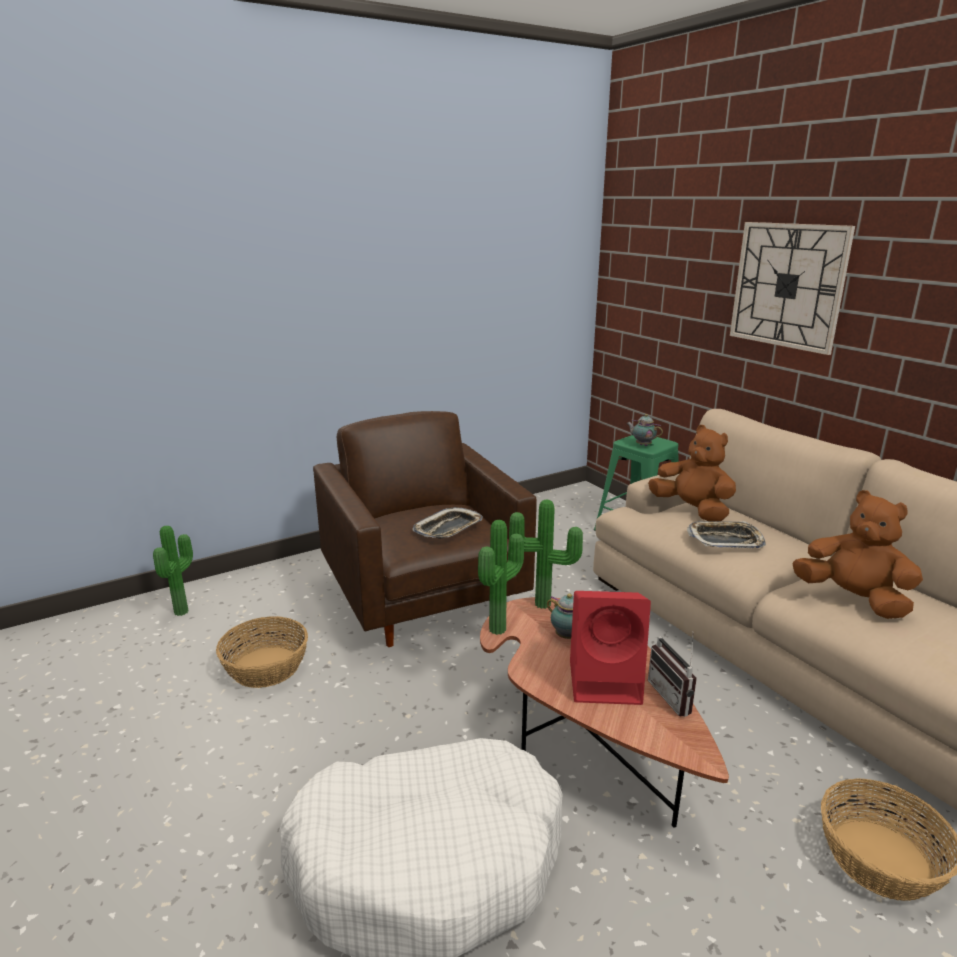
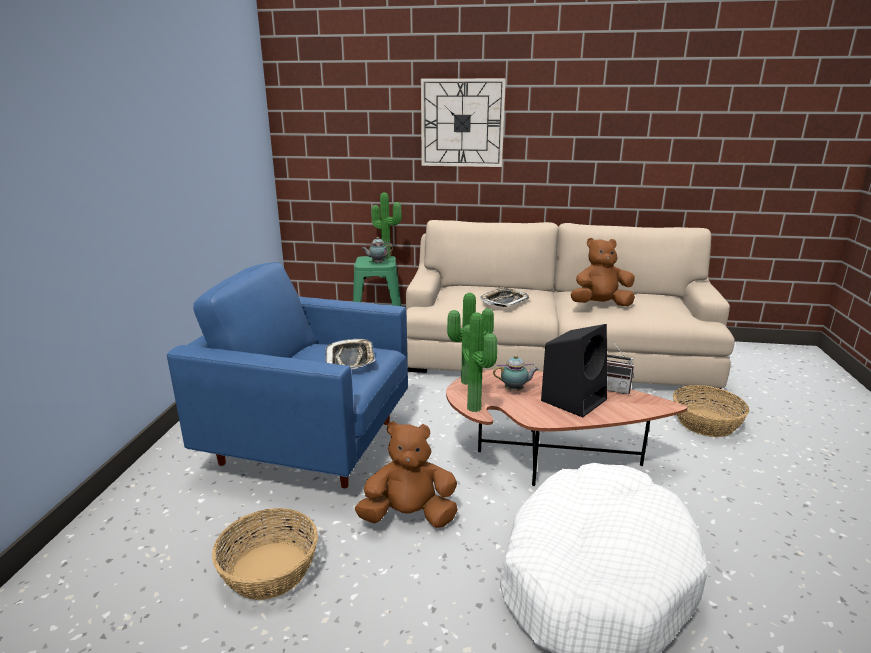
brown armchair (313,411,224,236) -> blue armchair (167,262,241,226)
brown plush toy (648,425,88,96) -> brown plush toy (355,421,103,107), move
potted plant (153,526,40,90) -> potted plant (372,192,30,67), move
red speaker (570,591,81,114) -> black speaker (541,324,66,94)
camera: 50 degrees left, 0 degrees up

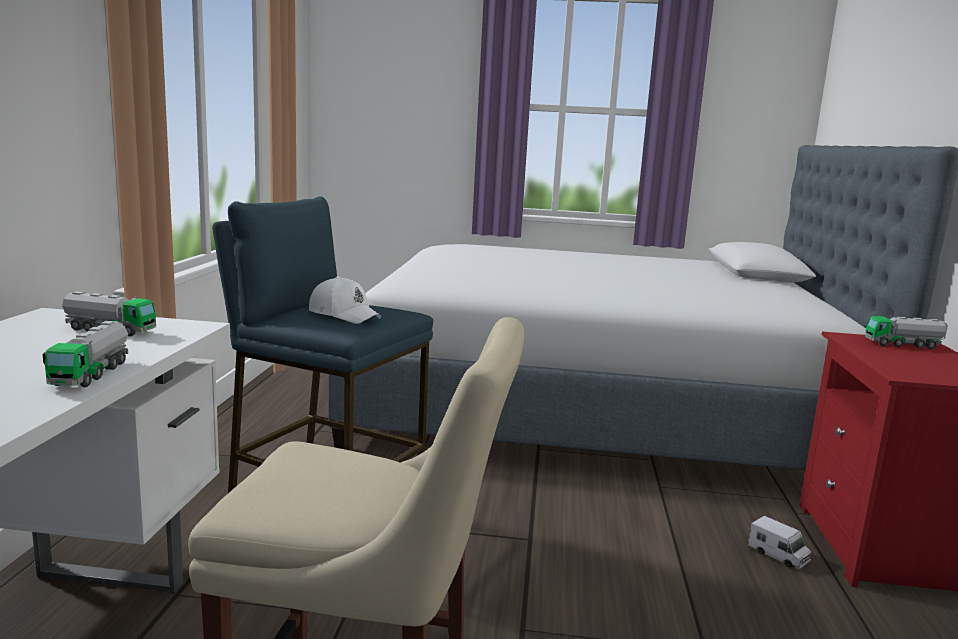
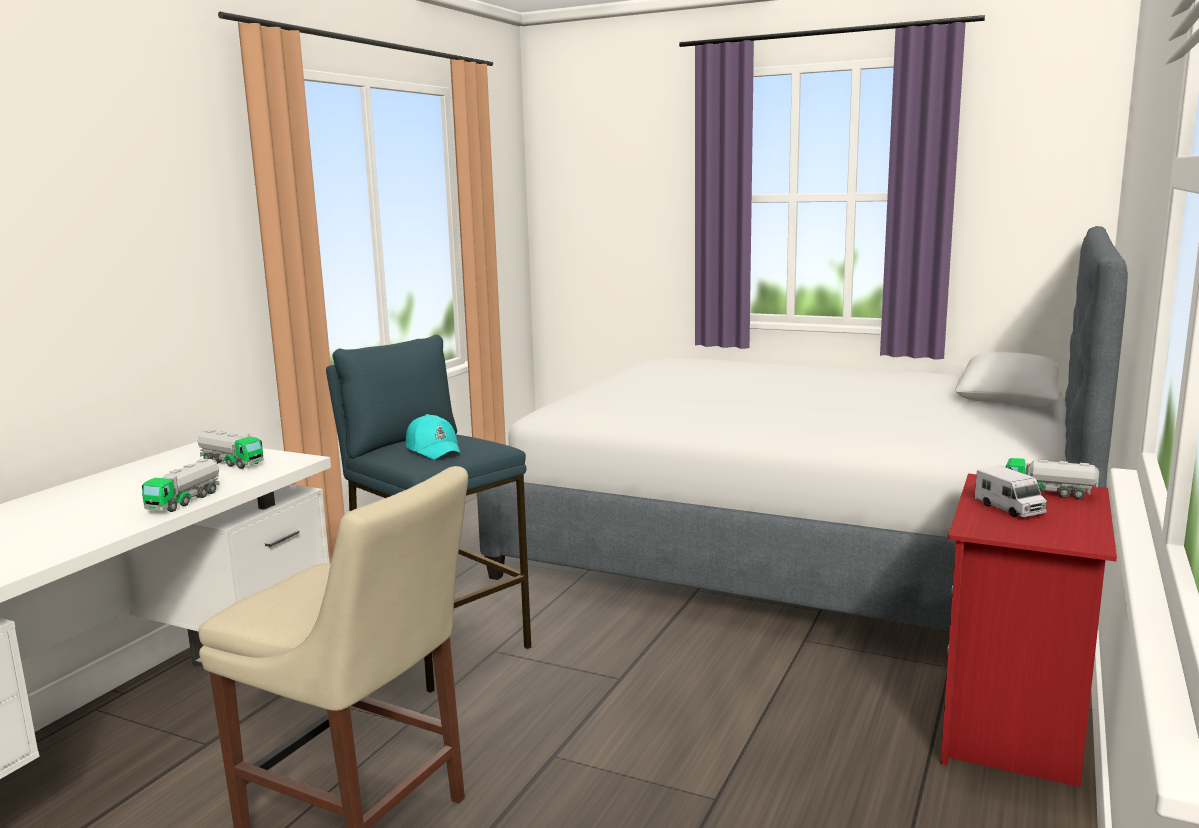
white cap (309,277,72,47) -> turquoise cap (405,414,56,45)
toy truck (748,516,63,53) -> toy truck (974,466,73,51), move
camera: 20 degrees right, 0 degrees up

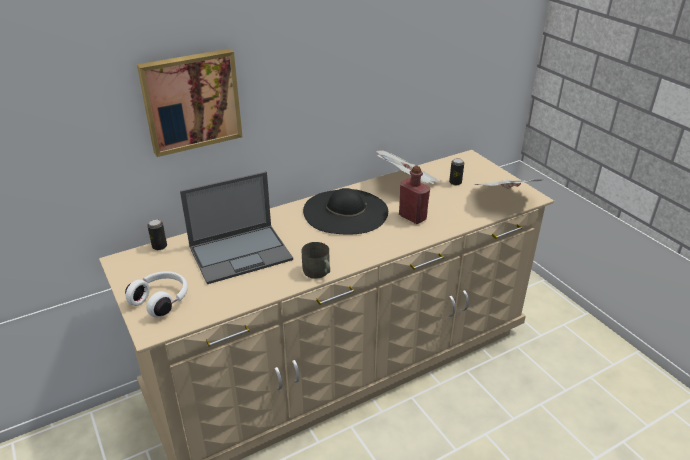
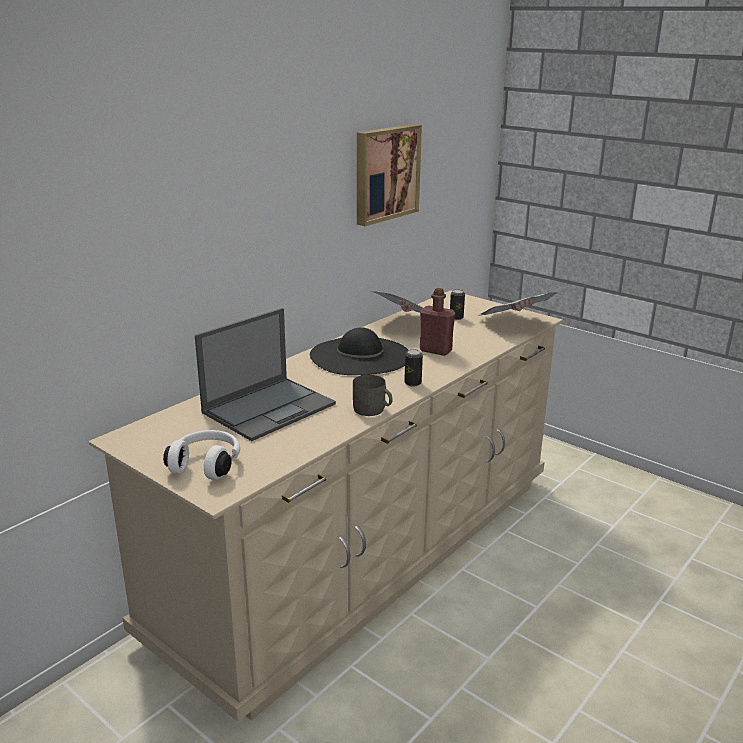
picture (137,49,105,108) -> picture (357,124,65,102), move
can (147,219,20,31) -> can (404,349,19,37), move
camera: 20 degrees left, 10 degrees down

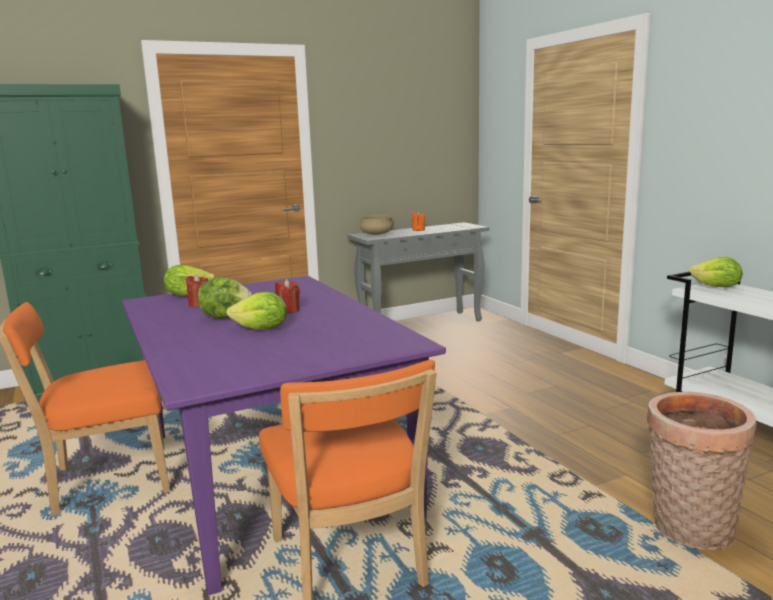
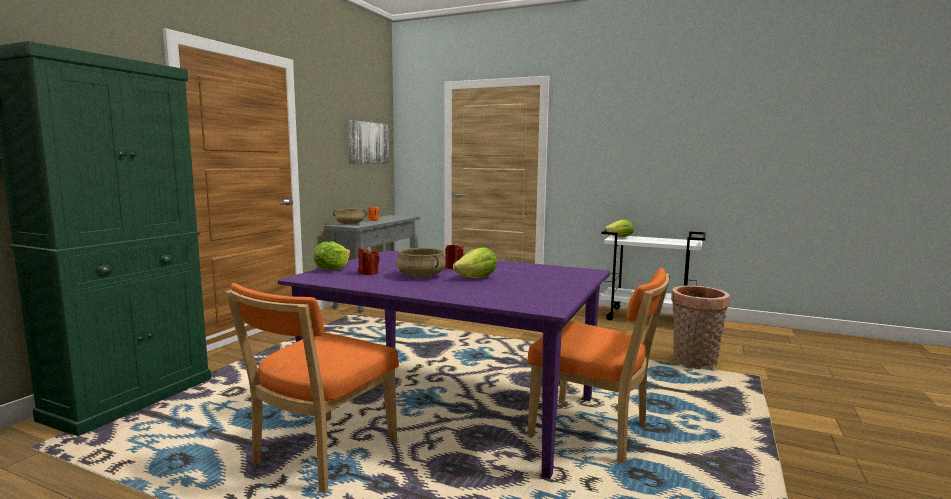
lettuce (197,277,55,42) -> beige cooking pot (397,248,49,29)
none -> picture (348,120,41,43)
camera: 40 degrees left, 5 degrees down

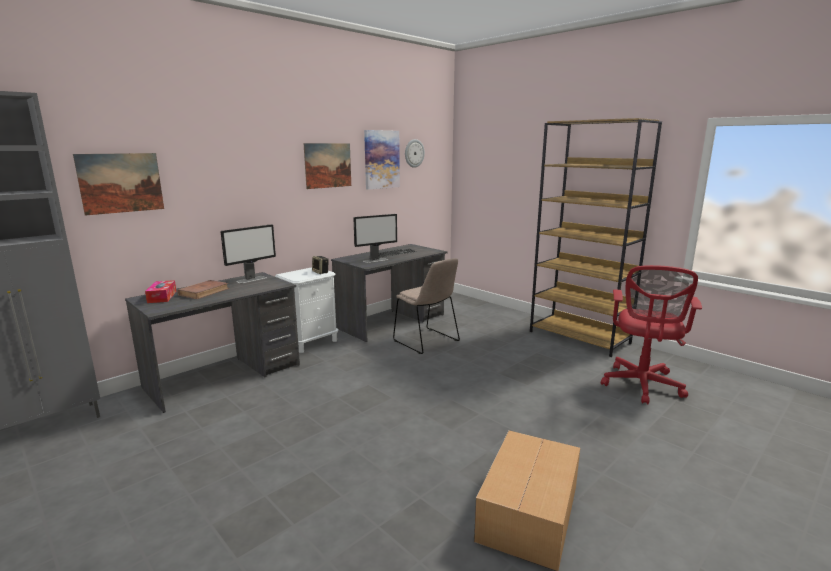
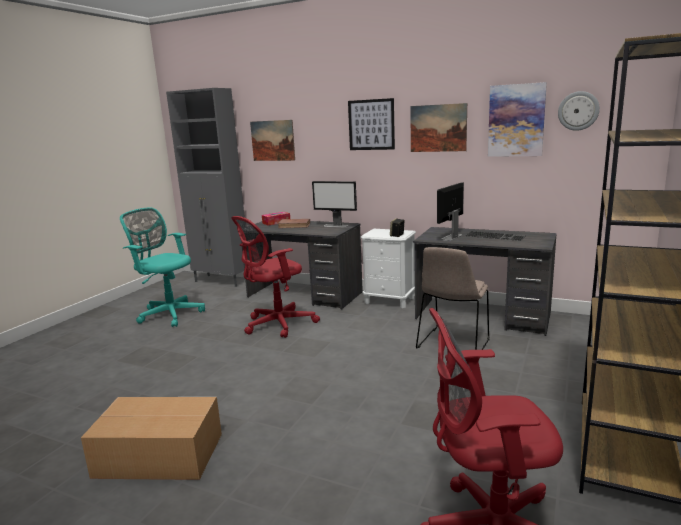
monitor (353,214,44,49) -> monitor (437,182,27,59), 90 degrees clockwise
none -> picture (348,98,47,52)
none -> turquoise office chair (120,207,85,120)
none -> red office chair (231,216,89,122)
camera: 70 degrees right, 0 degrees up

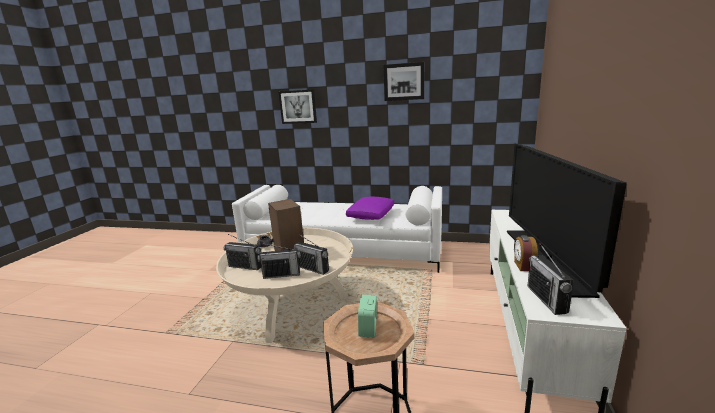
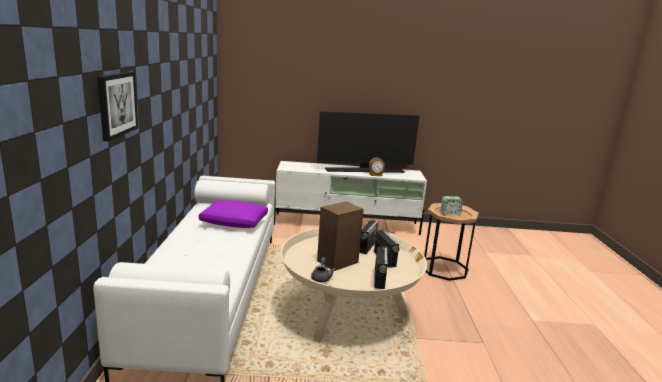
picture (383,62,41,39) -> none
radio (527,244,47,71) -> none
camera: 105 degrees left, 0 degrees up

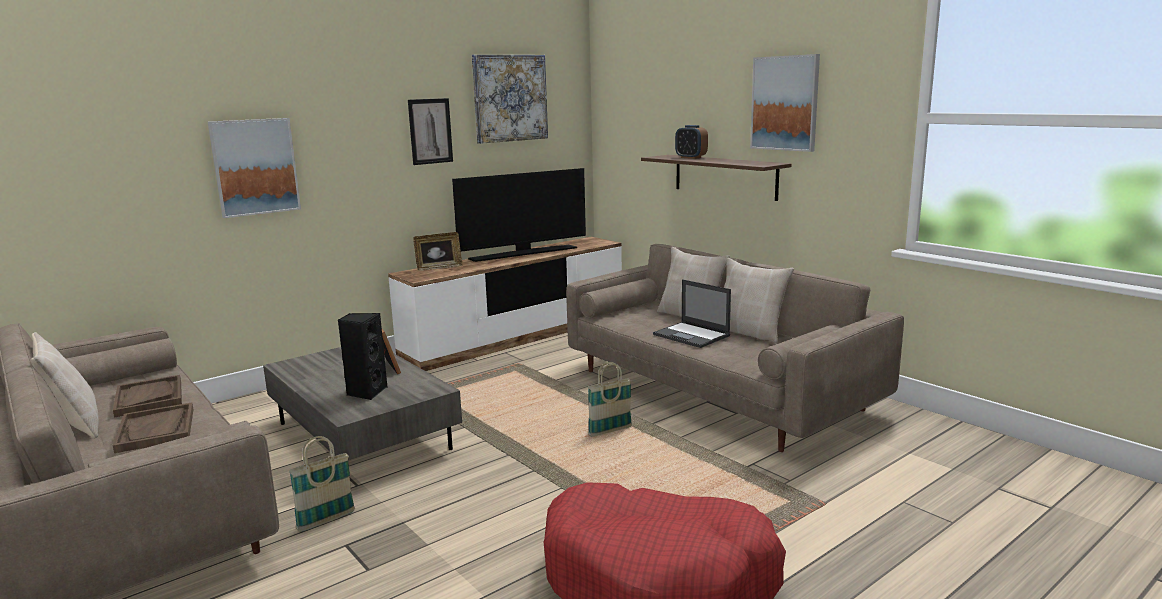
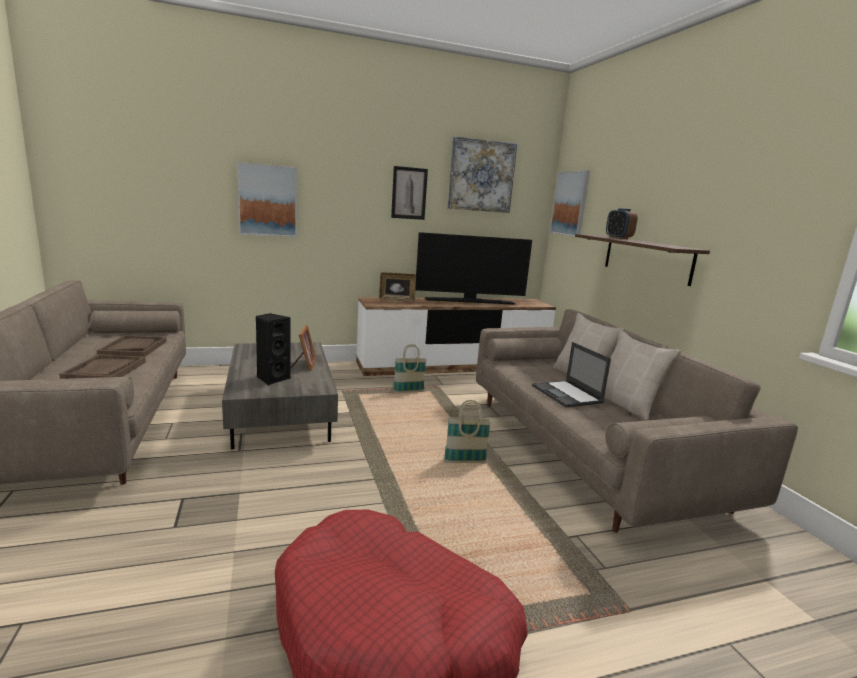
picture (750,54,70,98) -> picture (550,171,40,66), move
beige pillow (31,332,68,107) -> none
basket (289,436,66,95) -> basket (393,344,34,49), move
camera: 20 degrees right, 0 degrees up

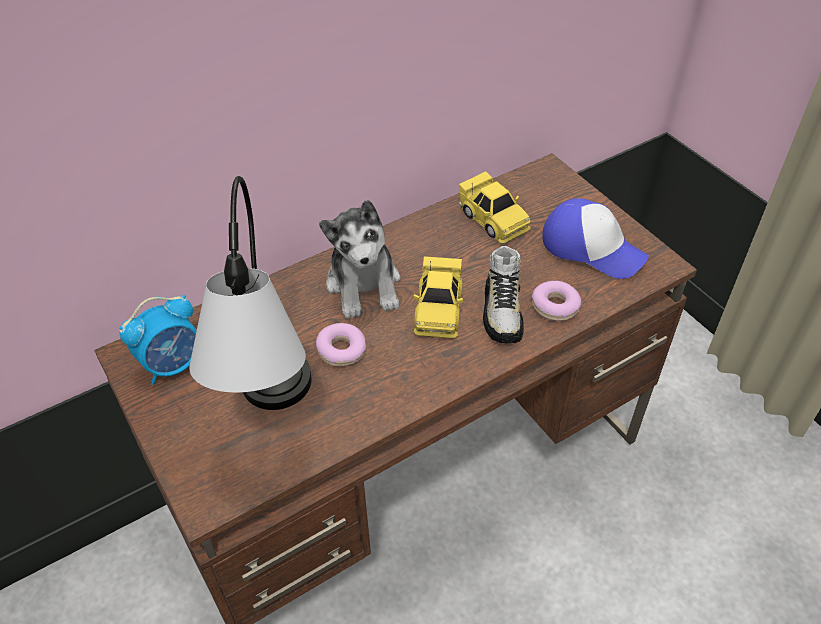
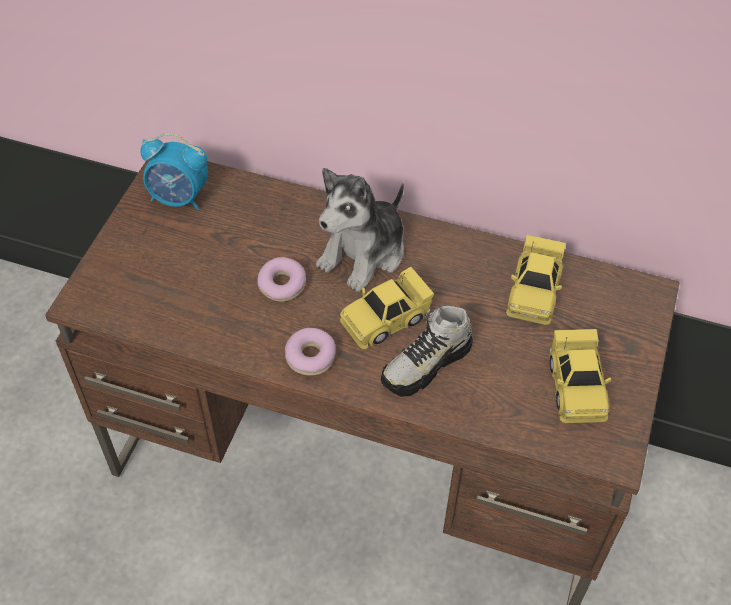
table lamp (189,176,123,234) -> none
cap (542,198,107,81) -> yellow toy car (549,329,63,94)
donut (532,281,49,40) -> donut (285,328,51,48), move
camera: 50 degrees right, 5 degrees up

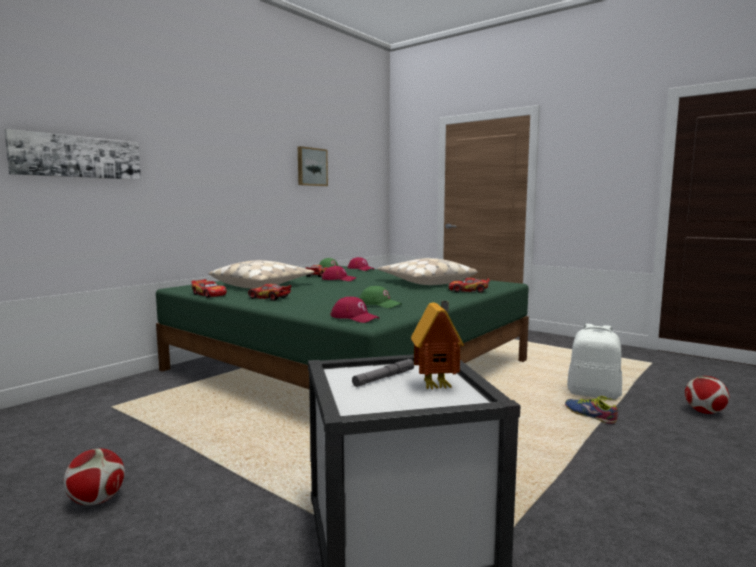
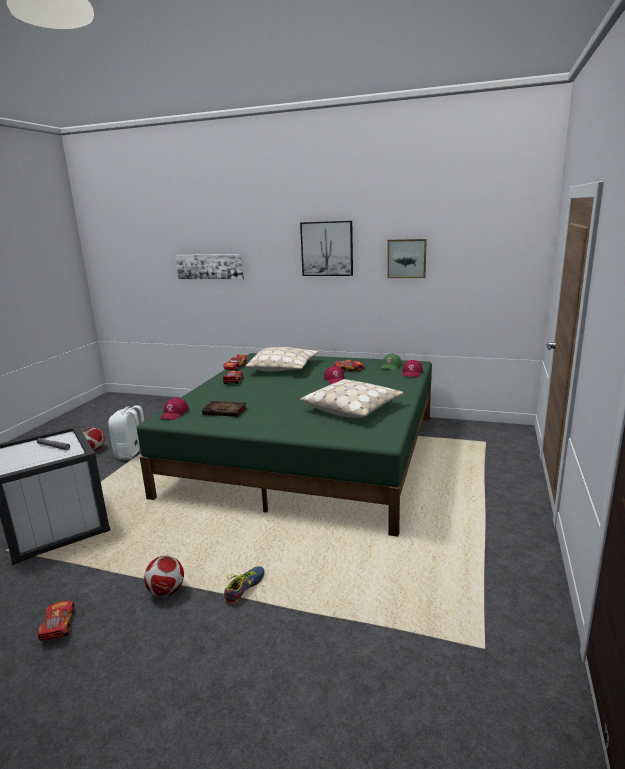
toy car (449,278,41,15) -> toy car (38,601,37,40), move
green cap (359,286,43,22) -> book (202,401,44,16)
toy house (411,301,53,88) -> none
white backpack (567,324,55,76) -> white backpack (108,405,36,55), move
football (685,376,44,38) -> football (144,556,40,41), move
none -> picture (300,221,53,55)
camera: 70 degrees right, 10 degrees up

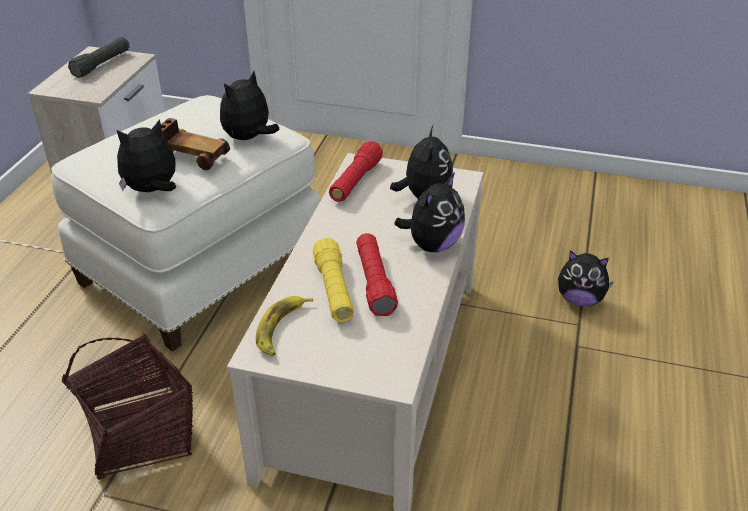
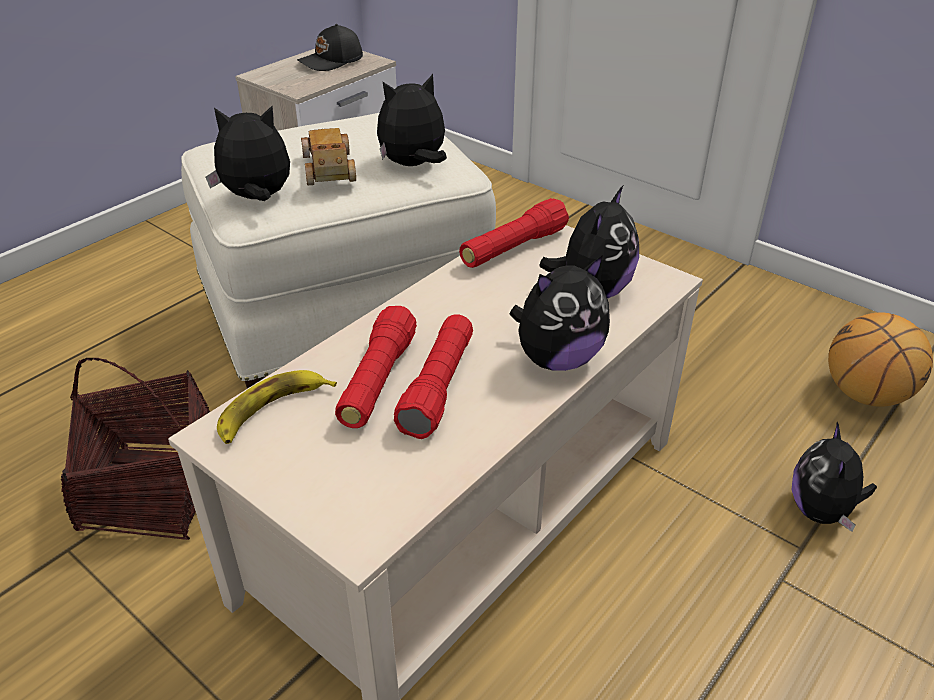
black flashlight (68,37,61,41) -> black cap (297,24,66,47)
toy car (161,118,69,52) -> toy car (301,128,55,57), 150 degrees counterclockwise
yellow flashlight (312,238,42,84) -> red flashlight (335,306,82,122)
plush toy (558,250,56,57) -> plush toy (792,422,85,110), 60 degrees clockwise
none -> basketball (828,312,105,95)
camera: 25 degrees right, 0 degrees up

